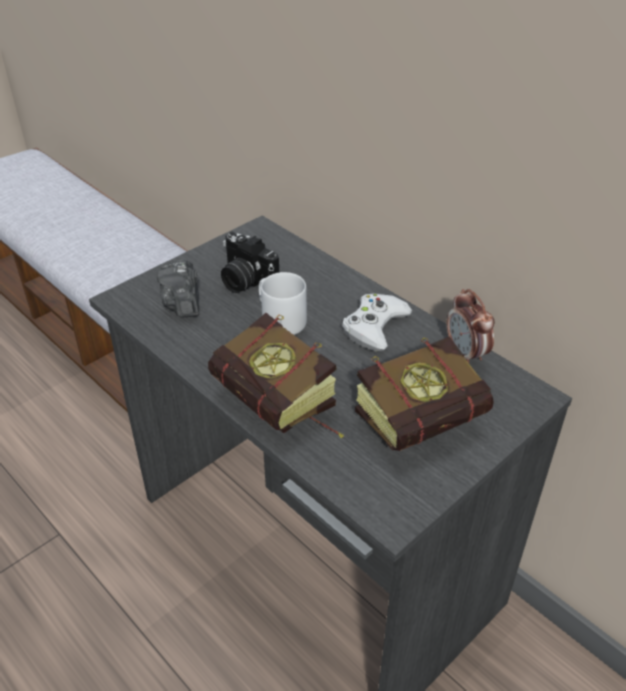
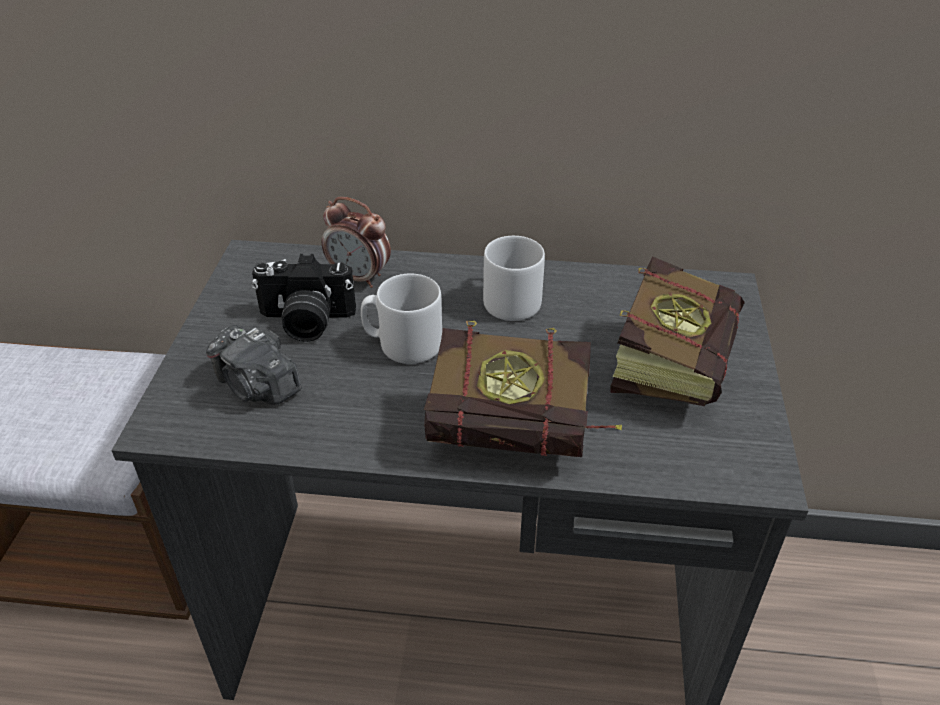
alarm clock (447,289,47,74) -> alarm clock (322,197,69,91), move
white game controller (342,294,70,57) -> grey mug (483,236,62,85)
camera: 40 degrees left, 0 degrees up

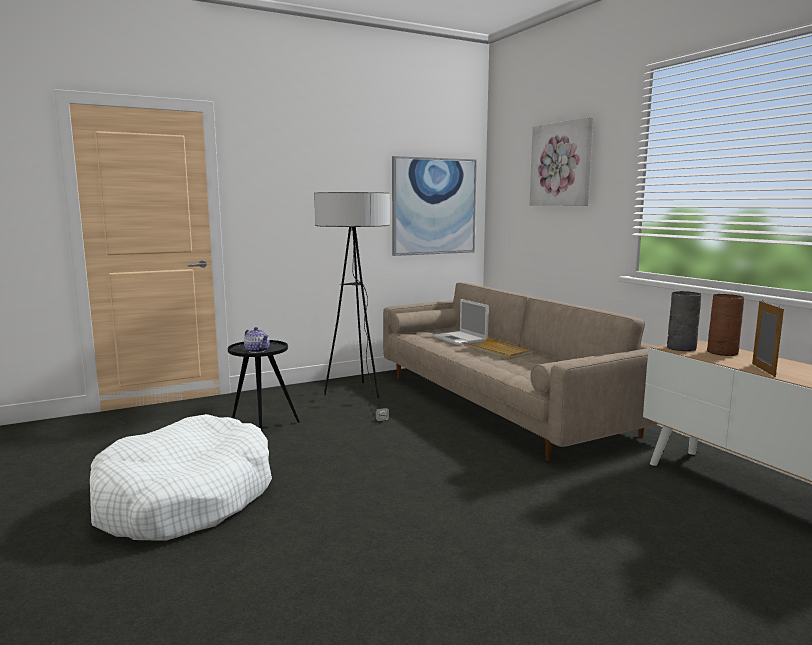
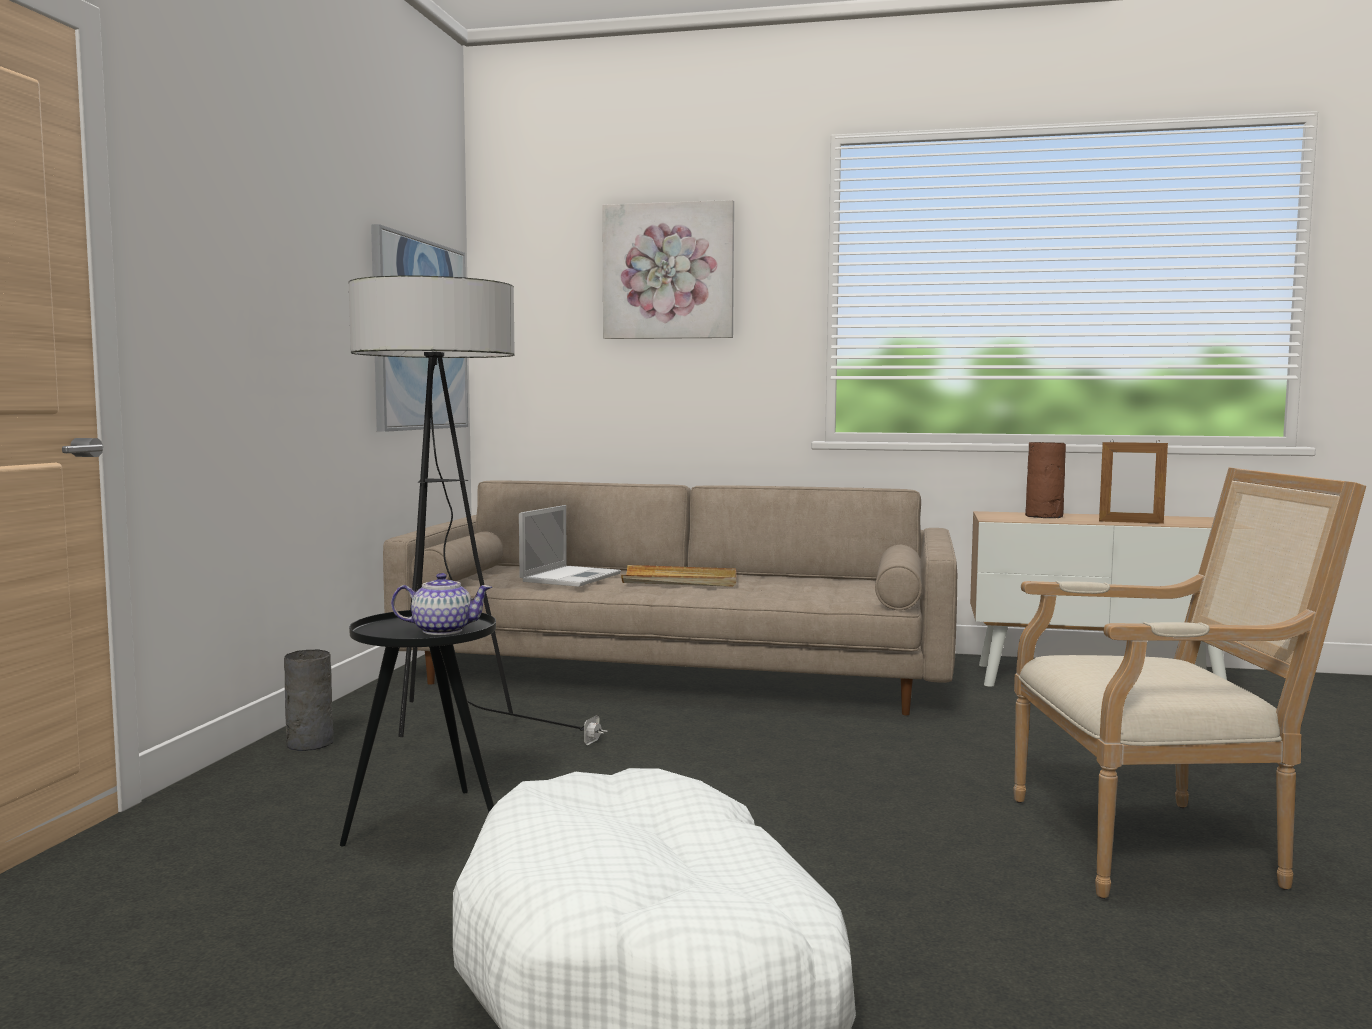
grey vase (667,291,34,60) -> grey vase (284,649,50,102), move
laptop (433,299,56,46) -> laptop (519,505,102,82), 75 degrees counterclockwise
picture frame (752,301,32,76) -> picture frame (1099,439,69,85), 150 degrees clockwise
none -> armchair (1014,467,352,432)
camera: 50 degrees left, 5 degrees down

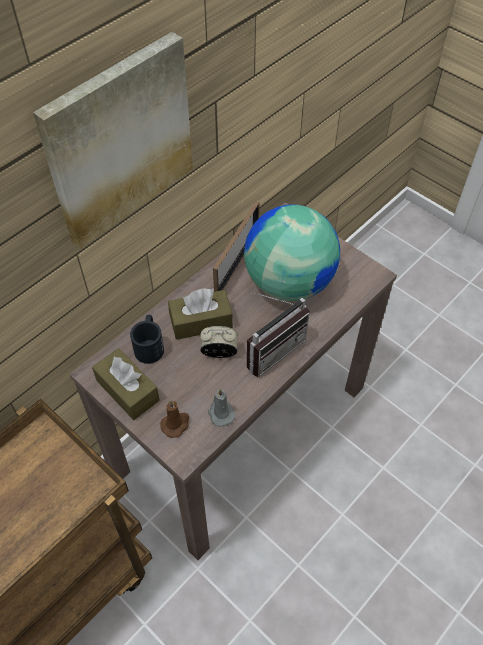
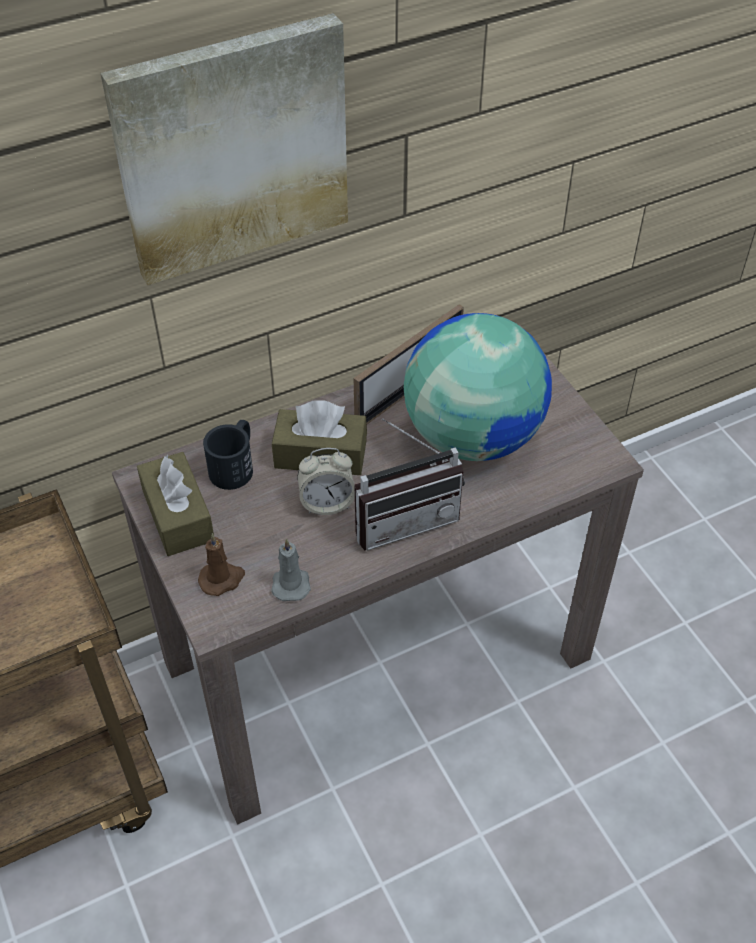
alarm clock (200,326,38,32) -> alarm clock (297,448,58,67), 150 degrees clockwise
camera: 20 degrees right, 5 degrees down

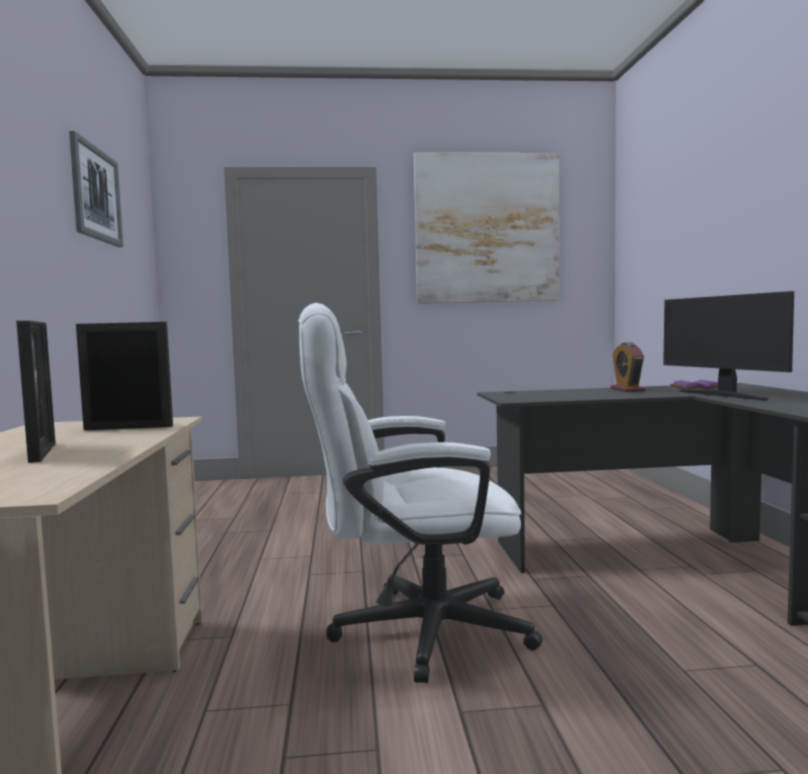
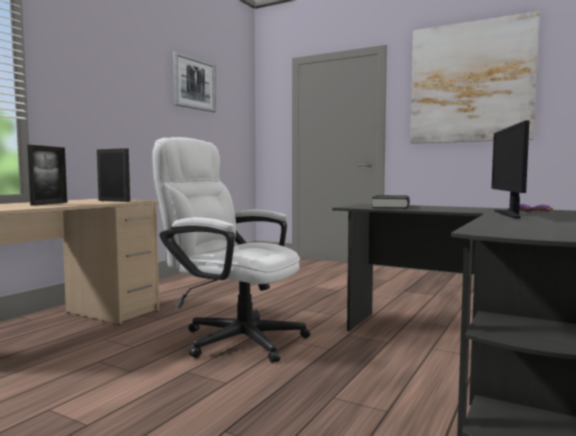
alarm clock (610,342,35,50) -> none
none -> black book (372,195,38,14)
camera: 35 degrees right, 0 degrees up

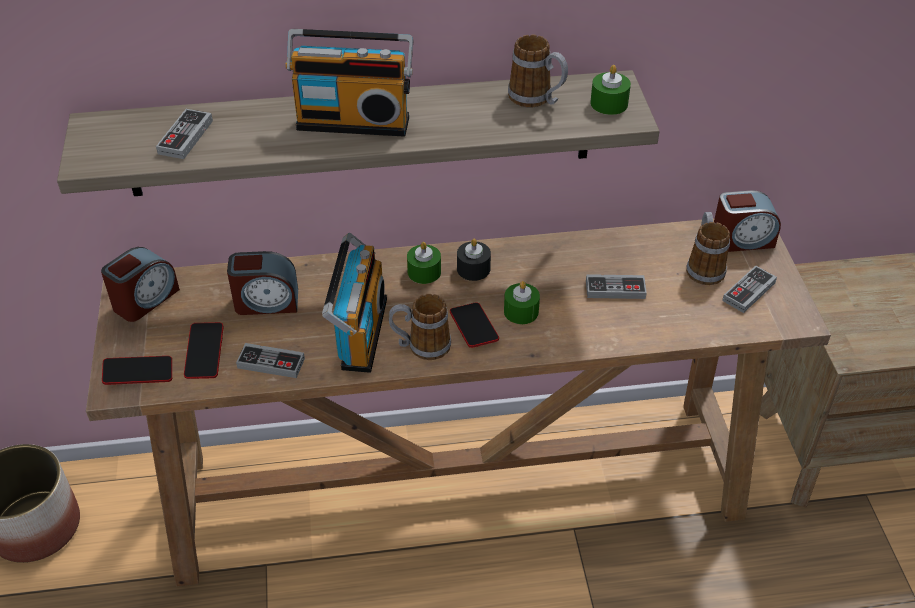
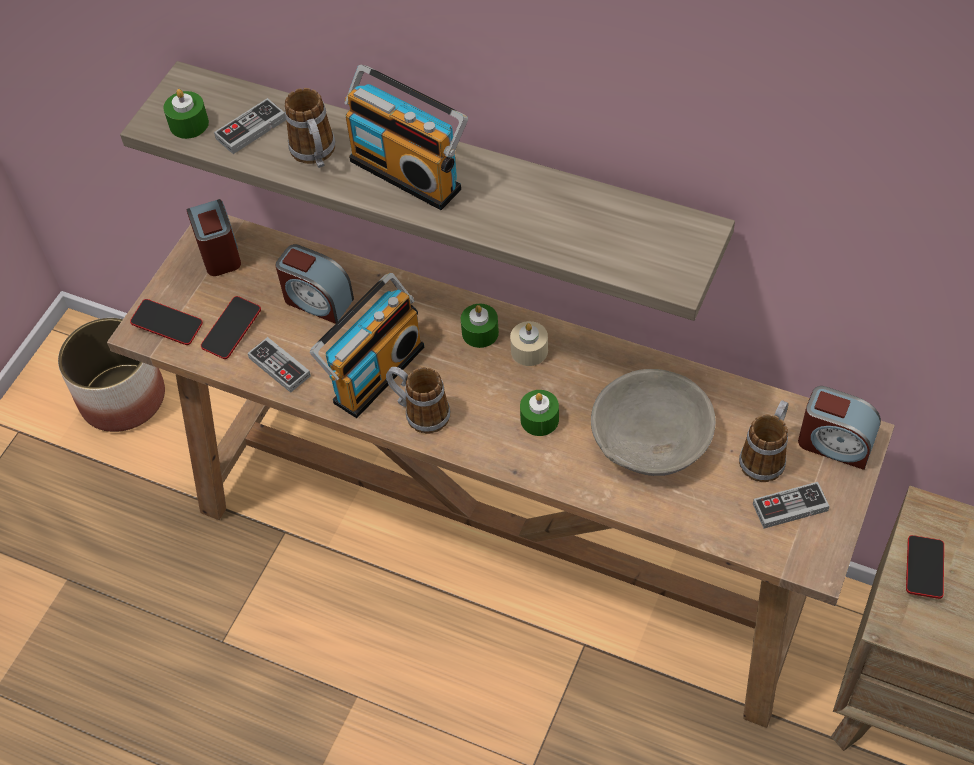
mug (508,34,60,73) -> mug (285,88,50,80), move
green candle (590,65,41,50) -> green candle (163,89,46,50), move
black candle (457,239,34,42) -> beige candle (510,321,38,45)
alarm clock (101,247,79,75) -> alarm clock (186,199,55,77), 90 degrees counterclockwise
game controller (586,274,61,25) -> grey bowl (591,369,125,107)
phone (450,302,49,46) -> phone (906,535,38,64), move
camera: 35 degrees right, 10 degrees up

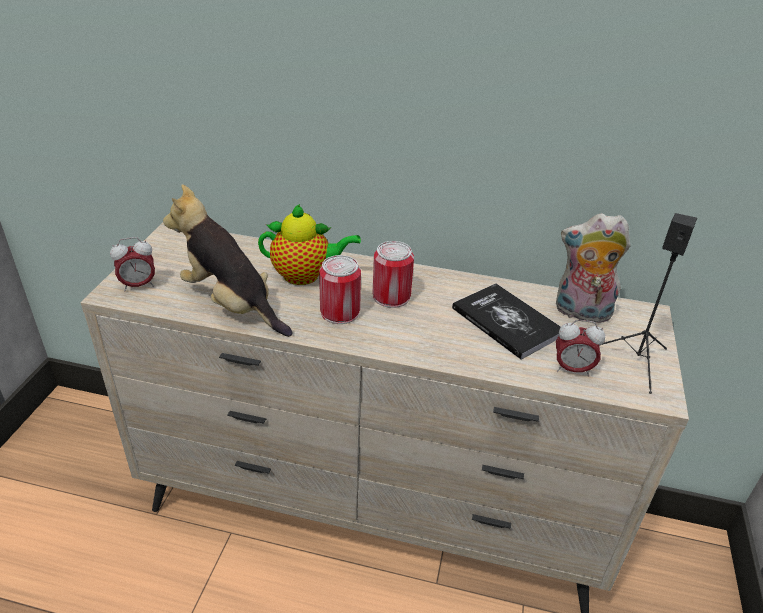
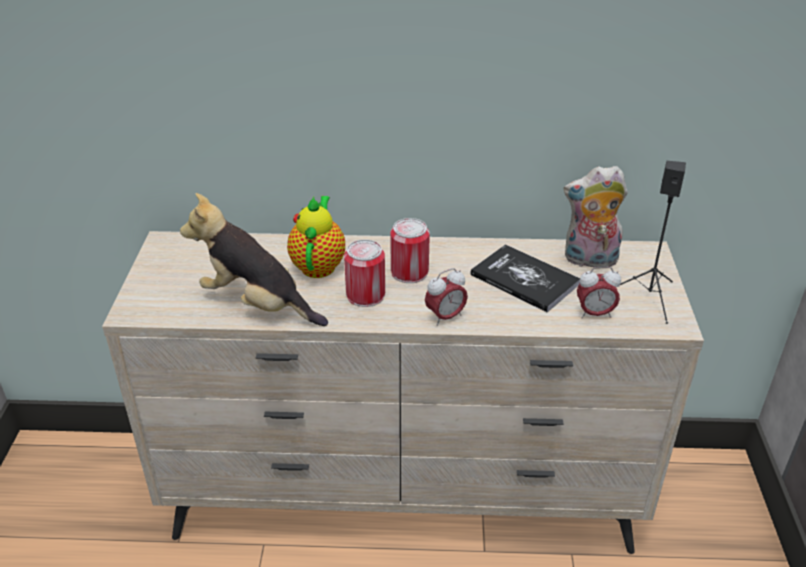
teapot (258,204,103,81) -> teapot (287,196,58,82), 75 degrees counterclockwise
alarm clock (110,237,45,54) -> alarm clock (425,268,43,58), move
camera: 10 degrees left, 0 degrees up

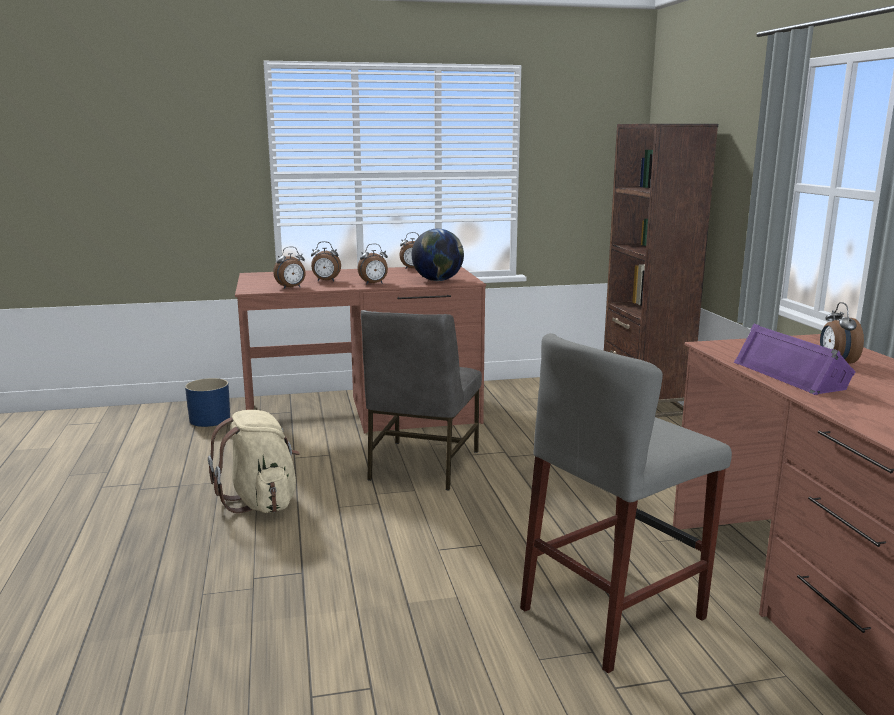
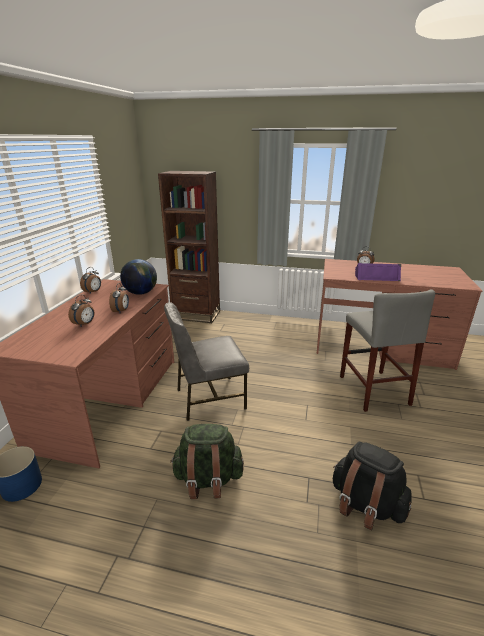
alarm clock (273,246,33,43) -> none
grey chair (361,310,121,180) -> grey chair (164,302,85,119), 120 degrees clockwise
beige backpack (208,410,92,104) -> green backpack (170,424,74,75)
none -> black backpack (333,442,79,88)
camera: 65 degrees left, 10 degrees up

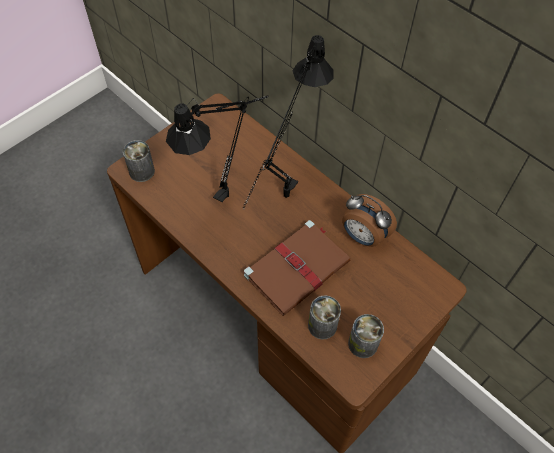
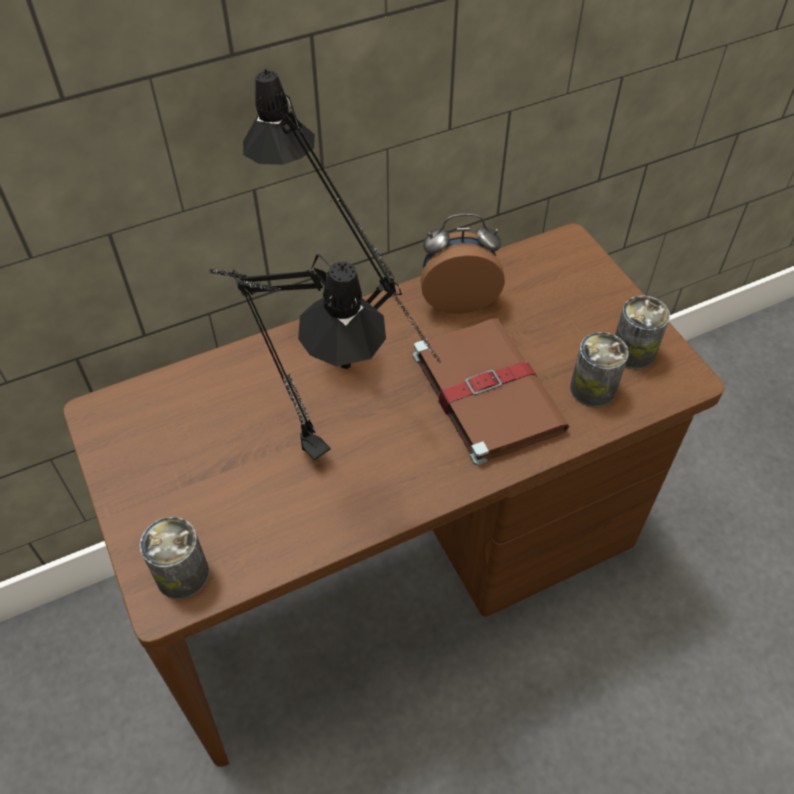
alarm clock (342,194,55,53) -> alarm clock (421,214,84,100), 150 degrees counterclockwise
camera: 70 degrees left, 5 degrees down

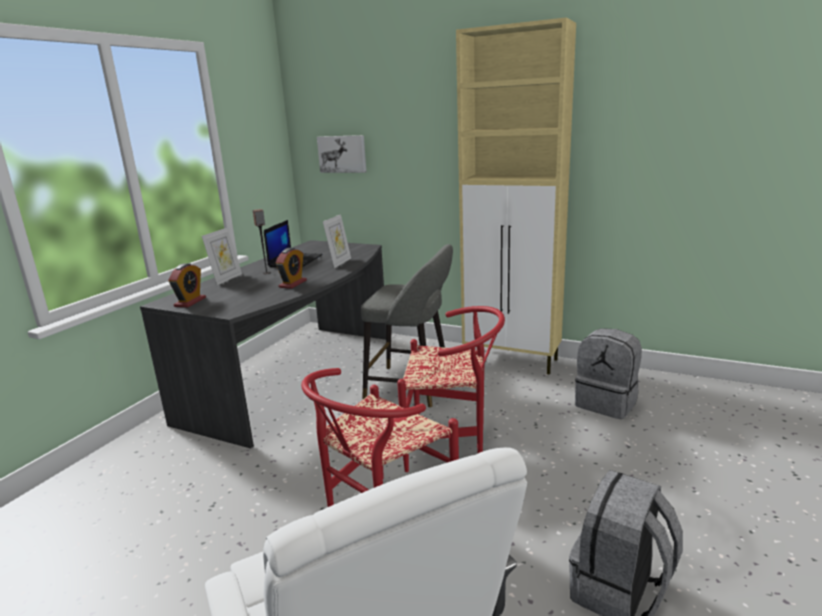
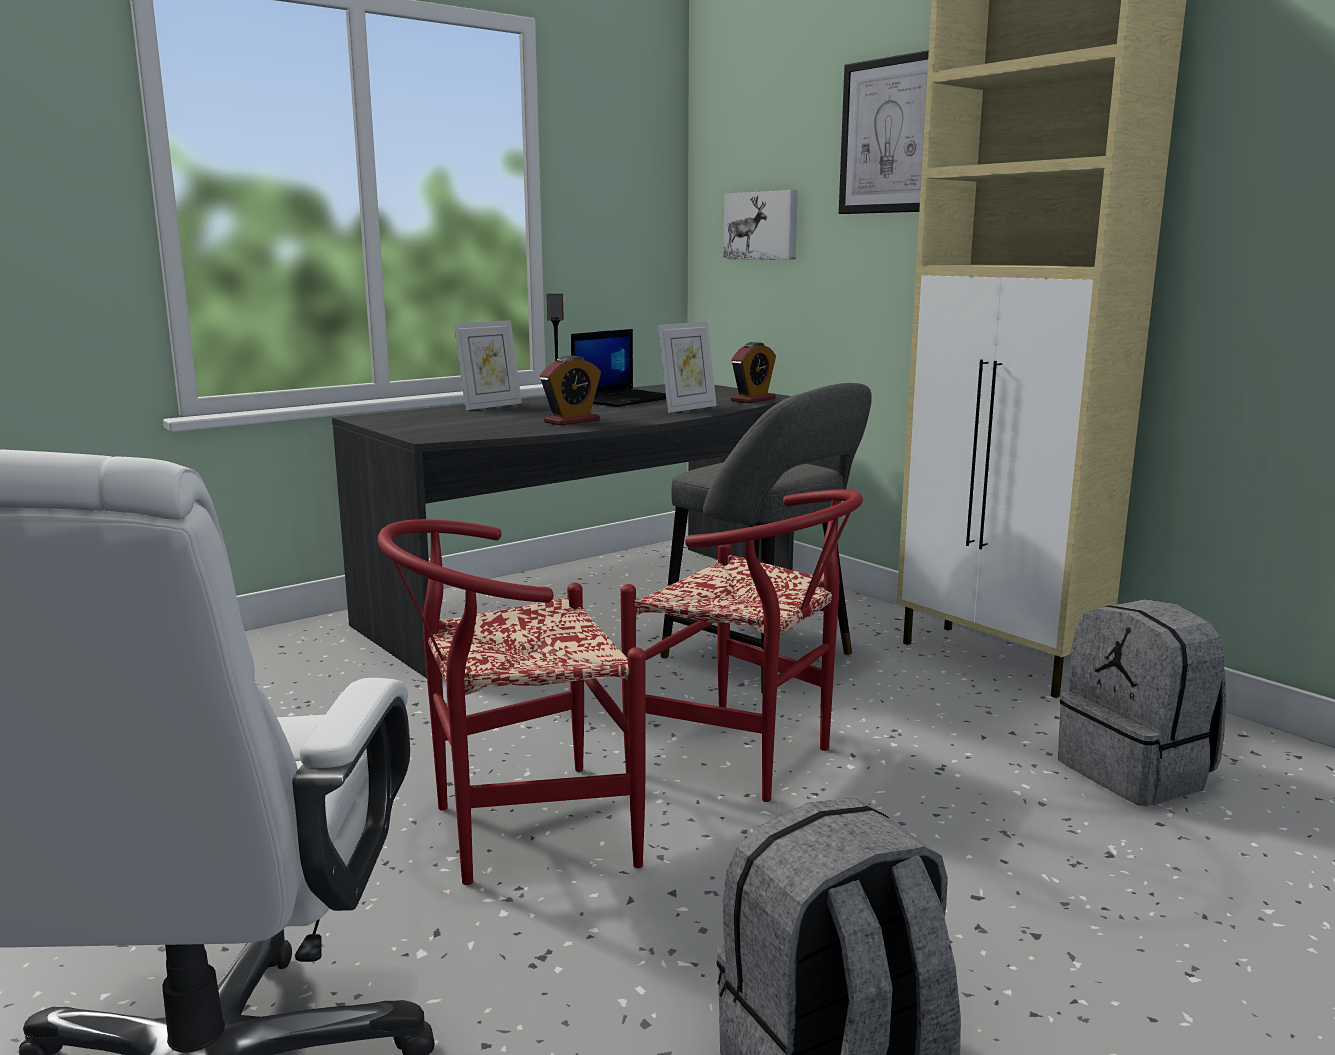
alarm clock (168,263,38,44) -> alarm clock (731,342,45,61), move
none -> picture (839,50,90,164)
camera: 25 degrees right, 5 degrees down

